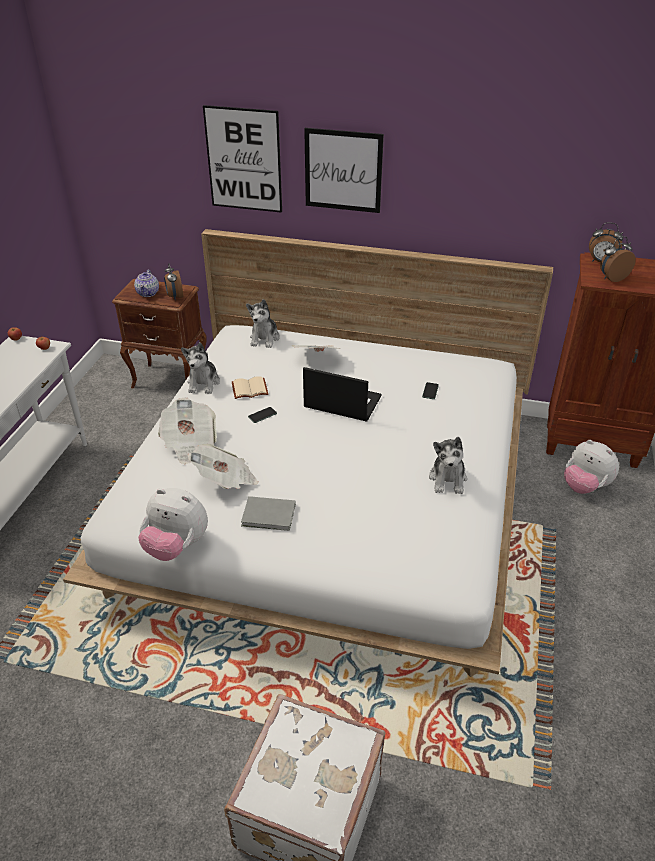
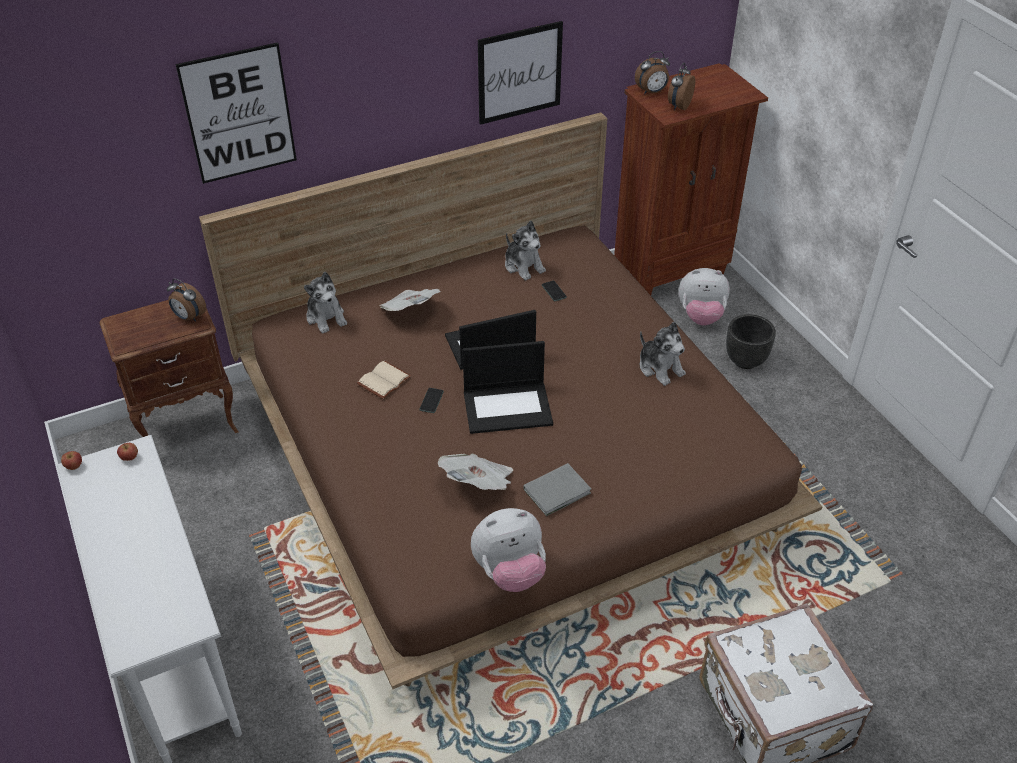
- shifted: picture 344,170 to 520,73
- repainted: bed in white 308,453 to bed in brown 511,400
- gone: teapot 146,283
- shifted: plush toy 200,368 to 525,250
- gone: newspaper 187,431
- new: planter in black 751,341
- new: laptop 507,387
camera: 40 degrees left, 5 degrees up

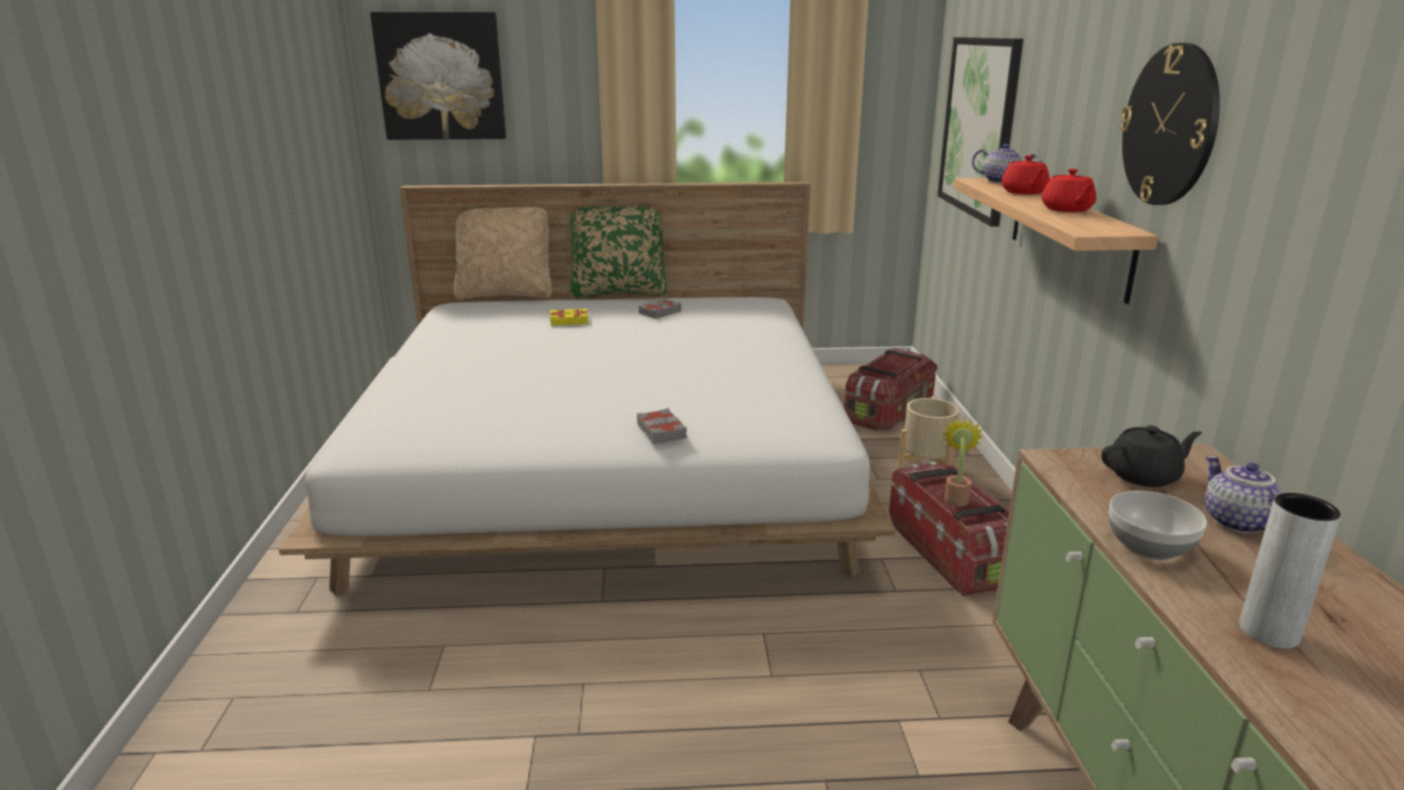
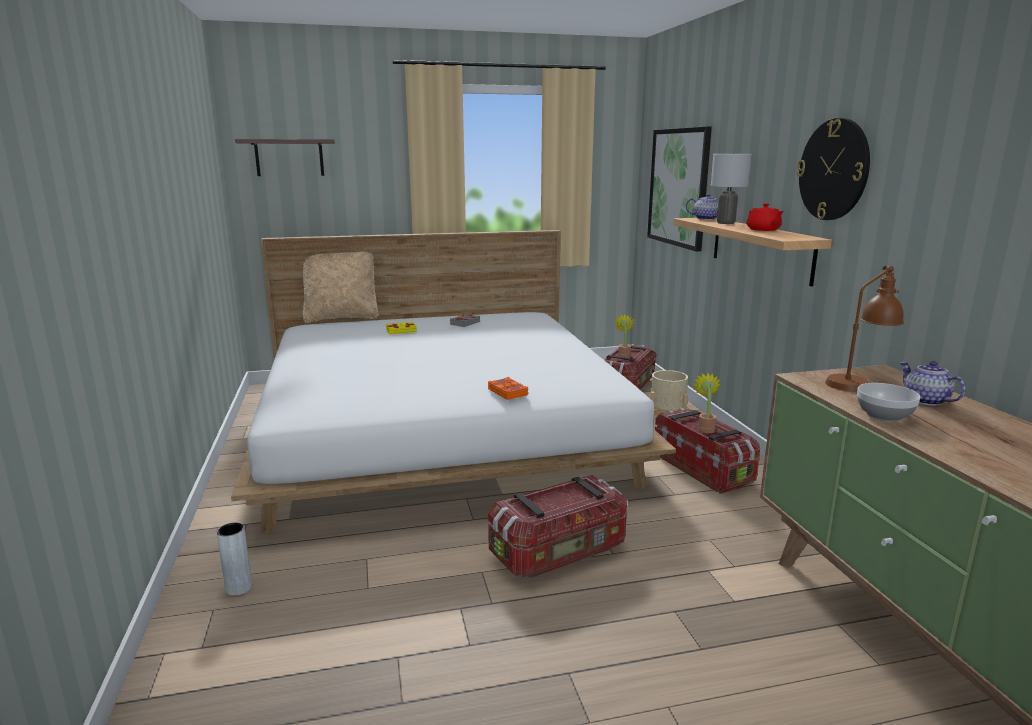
- swapped: picture 438,76 to shelf 285,157
- swapped: teapot in red 1025,174 to table lamp in white 731,188
- gone: pillow in green 618,252
- repainted: book in grey 662,426 to book in orange 508,388
- swapped: teapot in black 1151,456 to table lamp in brown 864,329
- shifted: vase in grey 1290,570 to 234,559
- new: potted plant 624,336
- new: storage box 557,527
camera: 10 degrees left, 5 degrees down

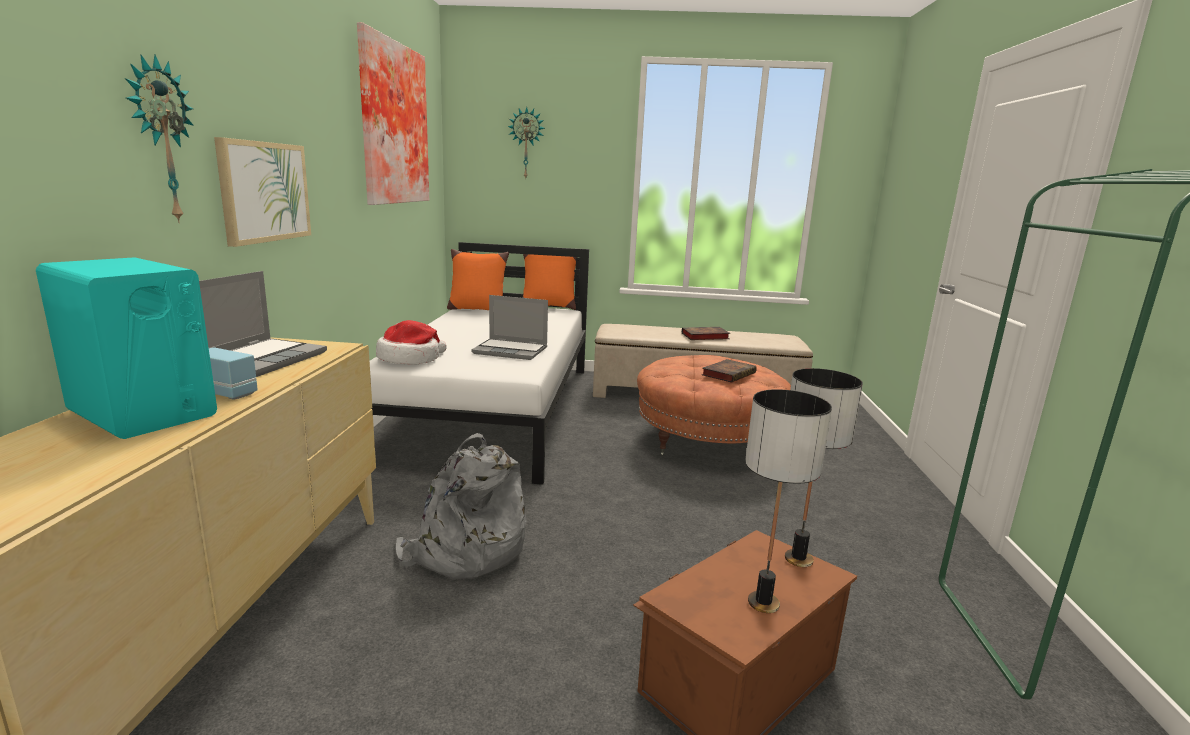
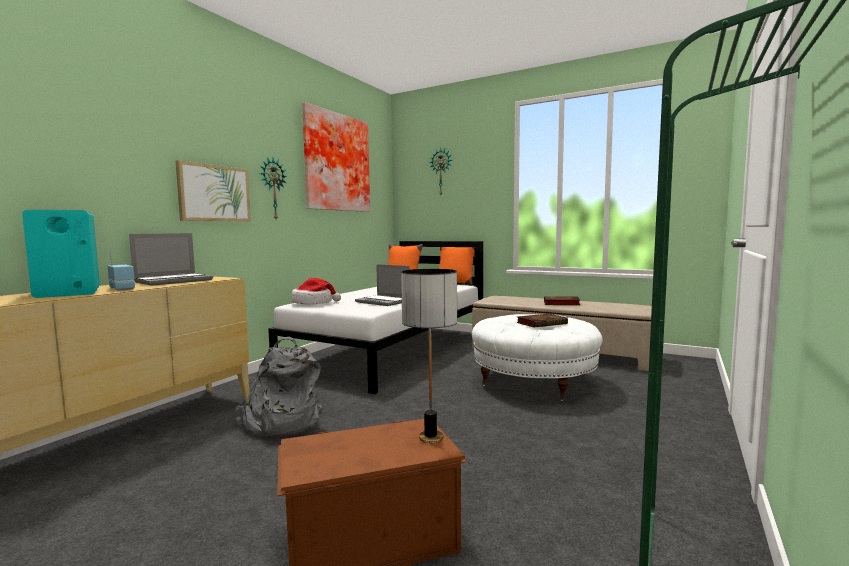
- shifted: wall clock 159,138 to 273,188
- repainted: ottoman in brown 714,405 to ottoman in white 537,358
- gone: table lamp 788,501
camera: 25 degrees right, 10 degrees down

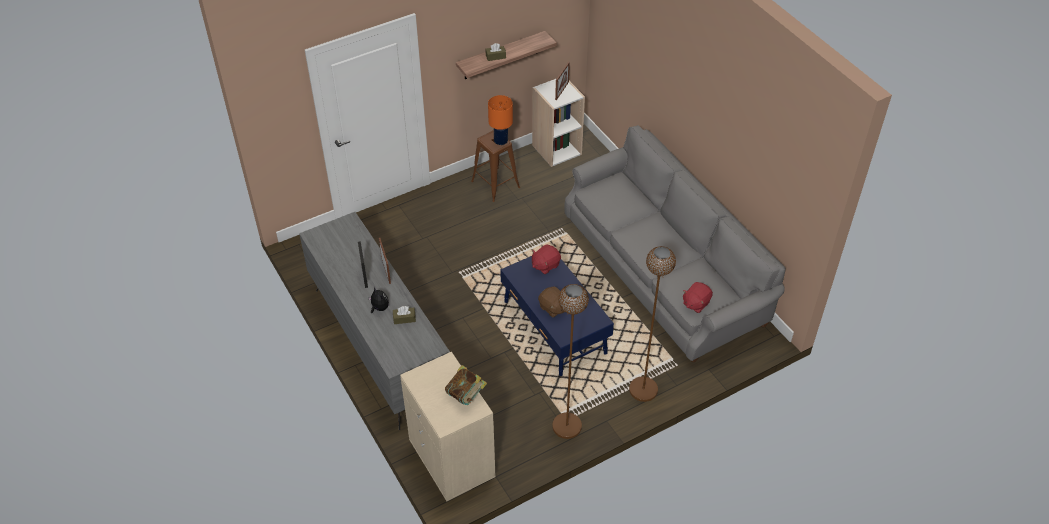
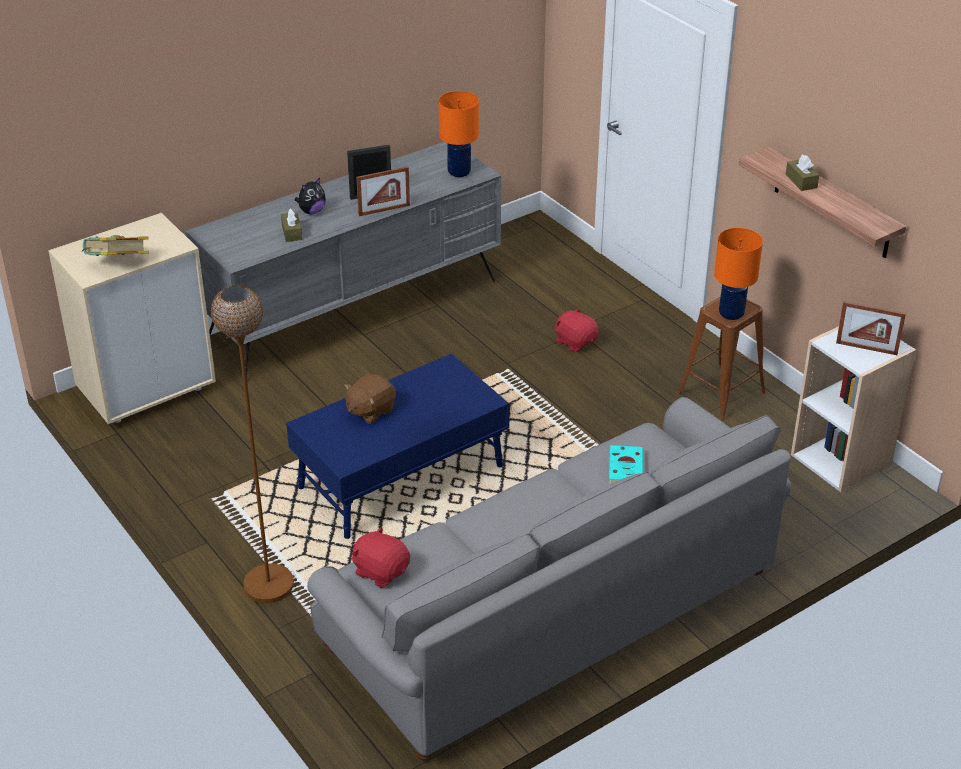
- shifted: plush toy in red 546,259 to 577,330
- gone: floor lamp in brown 570,361
- new: table lamp in orange 459,134
- new: book in turquoise 626,464
camera: 85 degrees right, 10 degrees down

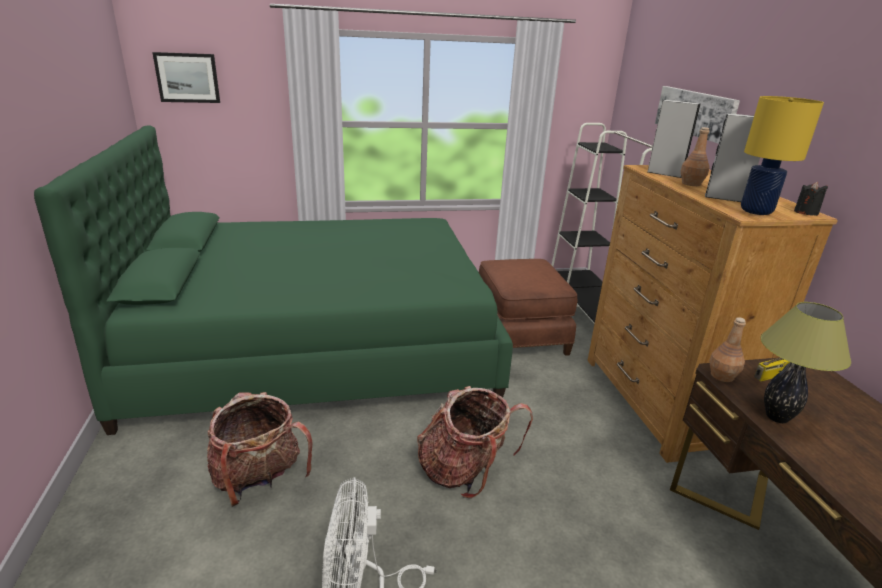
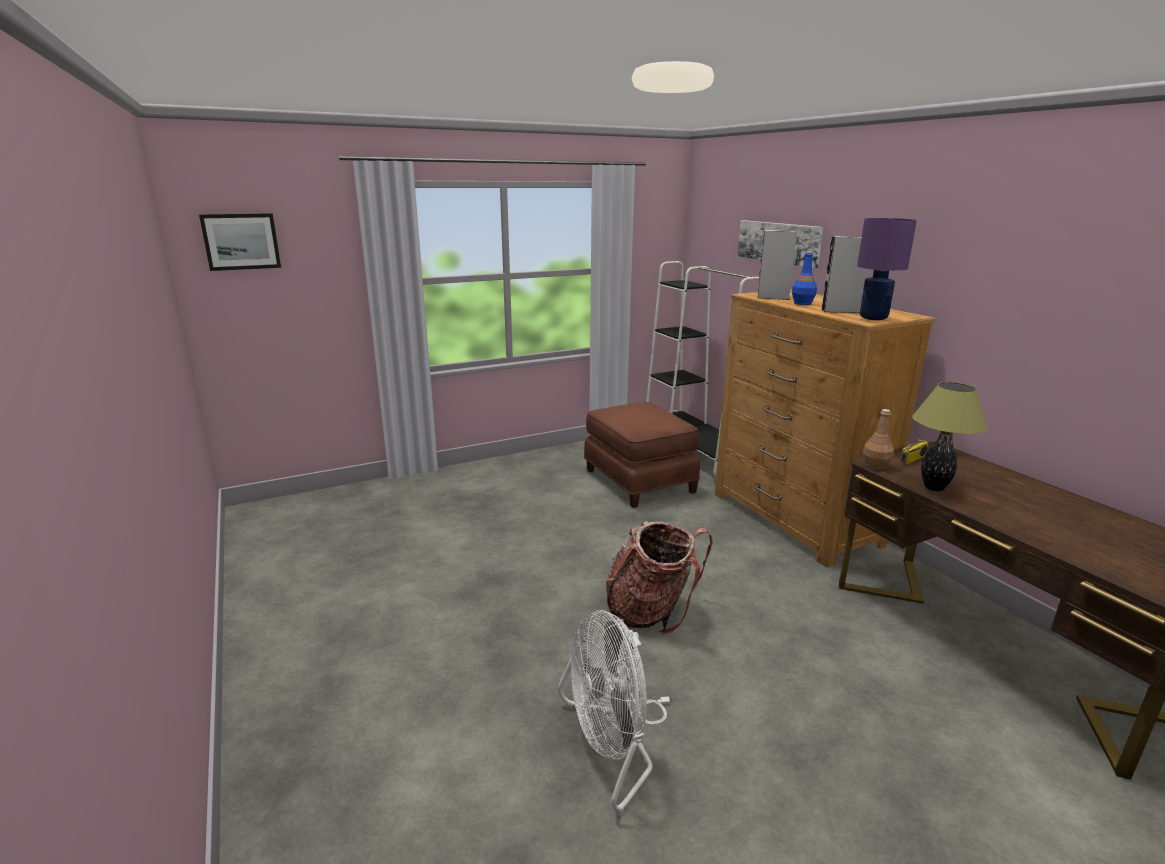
- repainted: table lamp in yellow 782,155 to table lamp in purple 887,269
- gone: bed in green 273,280
- repainted: bottle in brown 695,156 to bottle in blue 804,278
- gone: candle in black 811,199
- gone: backpack 259,449
camera: 15 degrees left, 5 degrees down

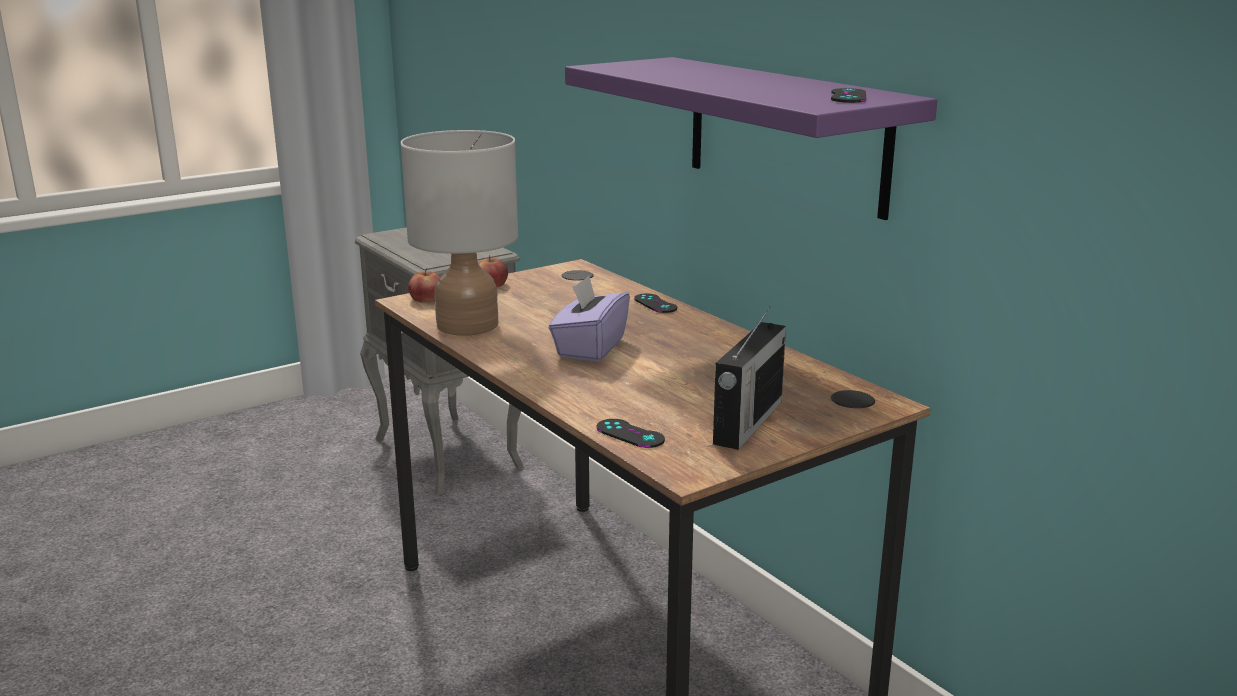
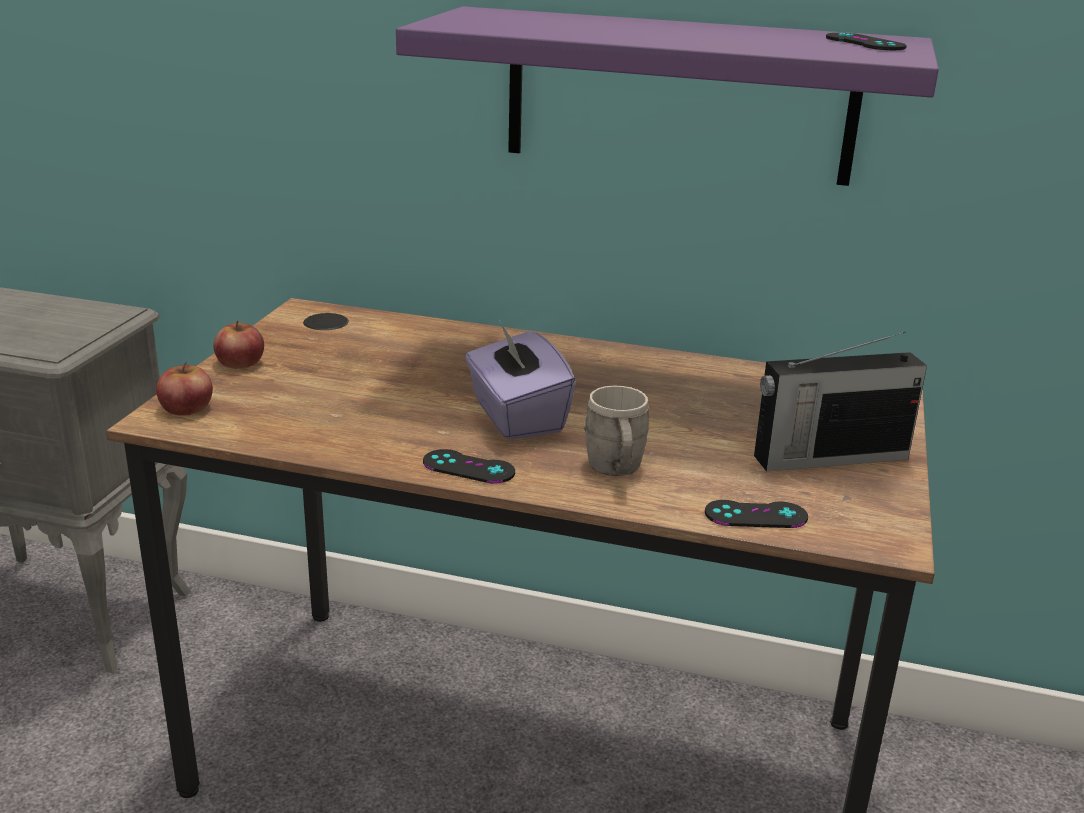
- gone: table lamp in grey 459,233
- shifted: game controller in black 655,303 to 469,466
- rotated: radio 749,378 = 840,402 90 degrees clockwise
- new: mug in grey 616,430
camera: 40 degrees left, 5 degrees up

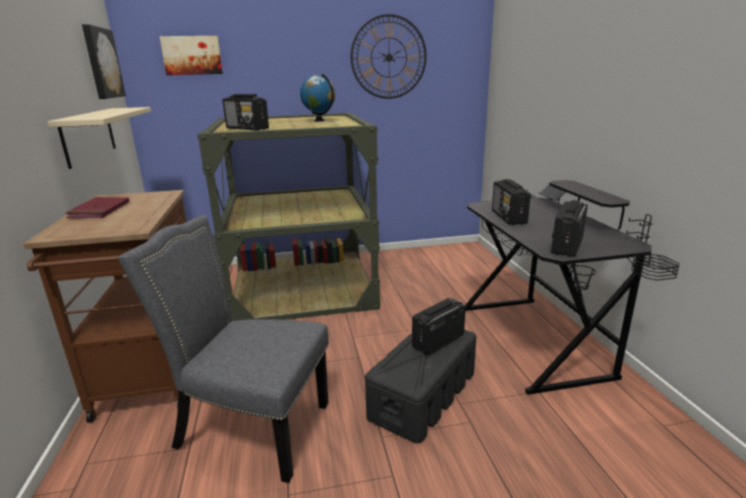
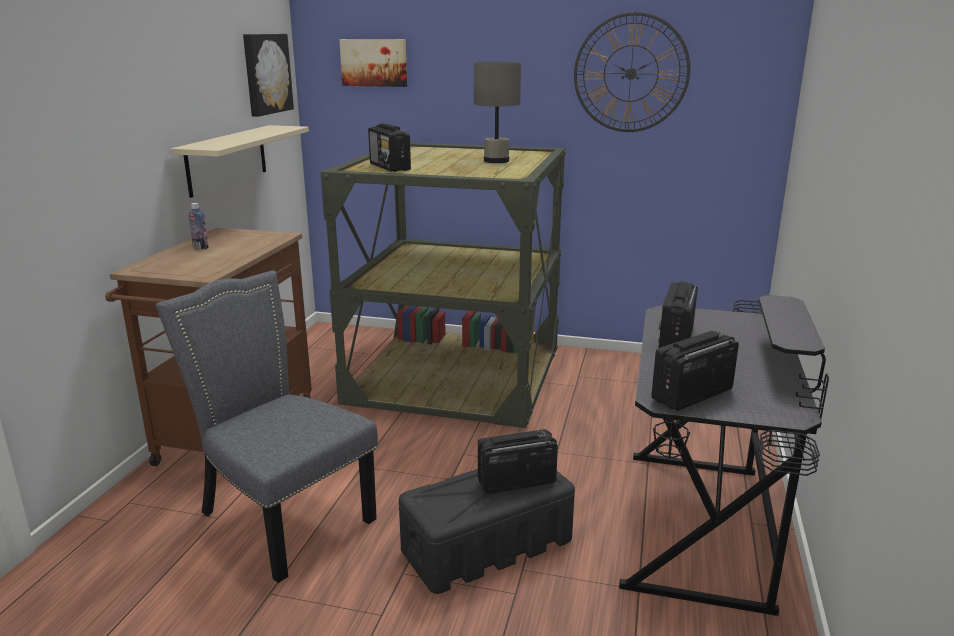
- swapped: globe 317,97 to table lamp in grey 497,112
- swapped: book in red 97,207 to bottle 198,226
camera: 25 degrees right, 0 degrees up

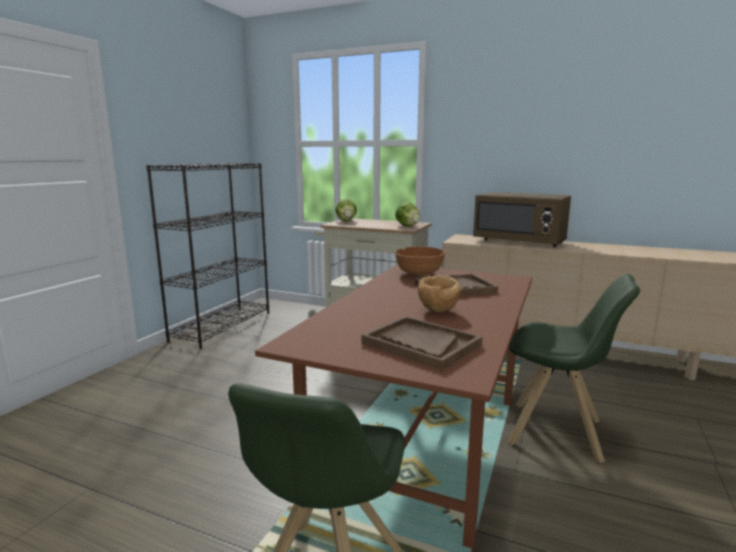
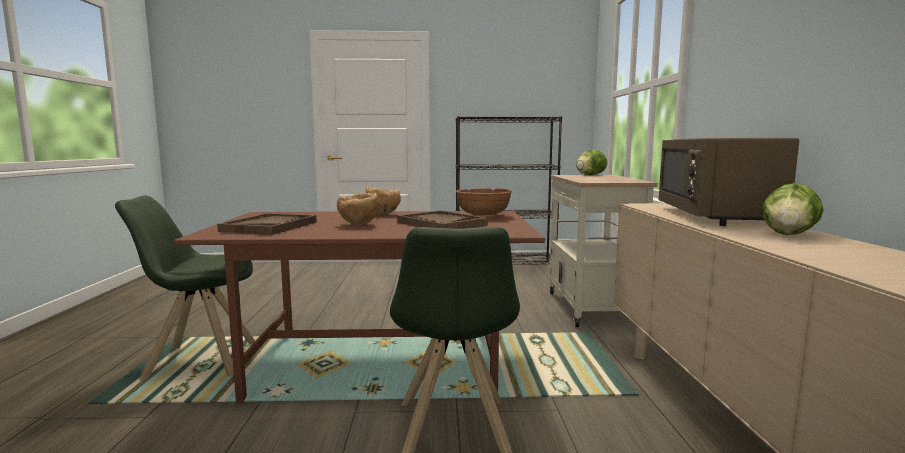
- shifted: lettuce 407,214 to 793,209
- new: bowl in brown 383,201
camera: 65 degrees right, 5 degrees down

